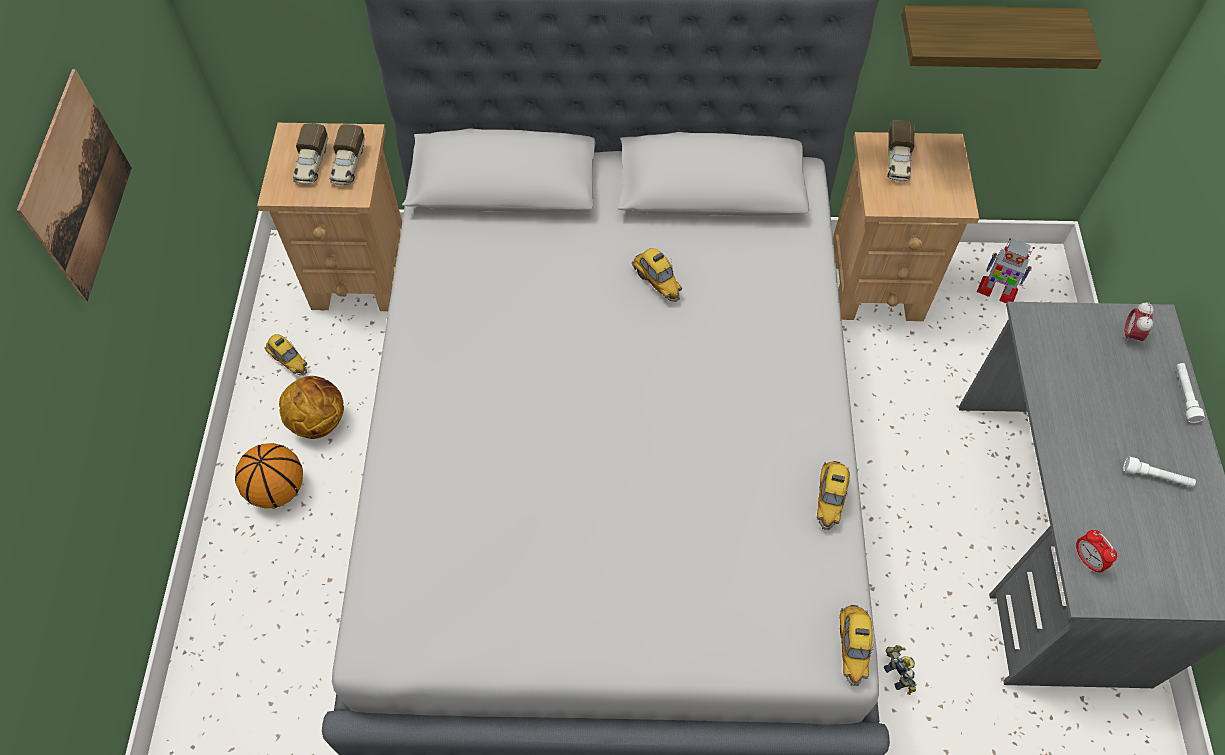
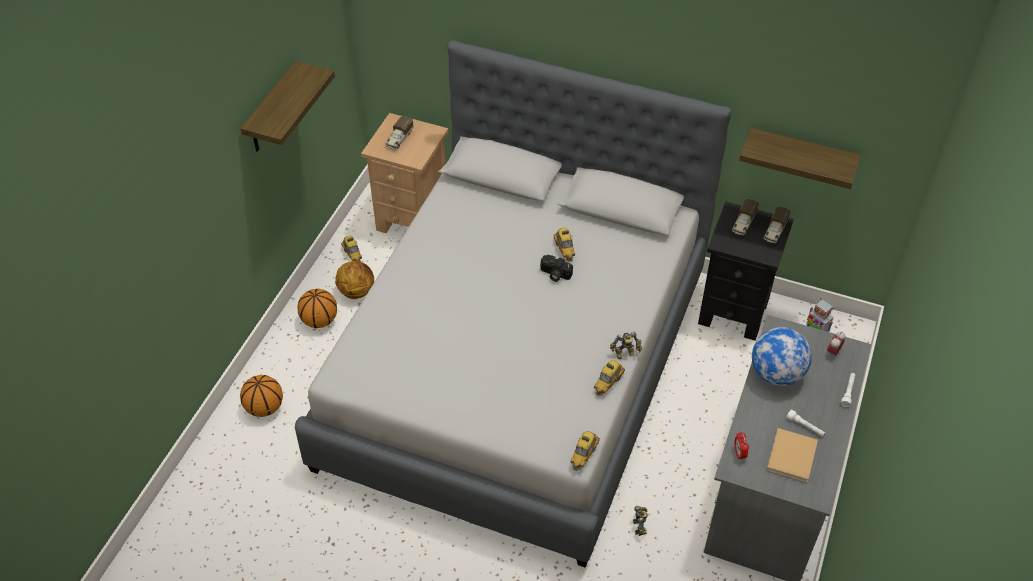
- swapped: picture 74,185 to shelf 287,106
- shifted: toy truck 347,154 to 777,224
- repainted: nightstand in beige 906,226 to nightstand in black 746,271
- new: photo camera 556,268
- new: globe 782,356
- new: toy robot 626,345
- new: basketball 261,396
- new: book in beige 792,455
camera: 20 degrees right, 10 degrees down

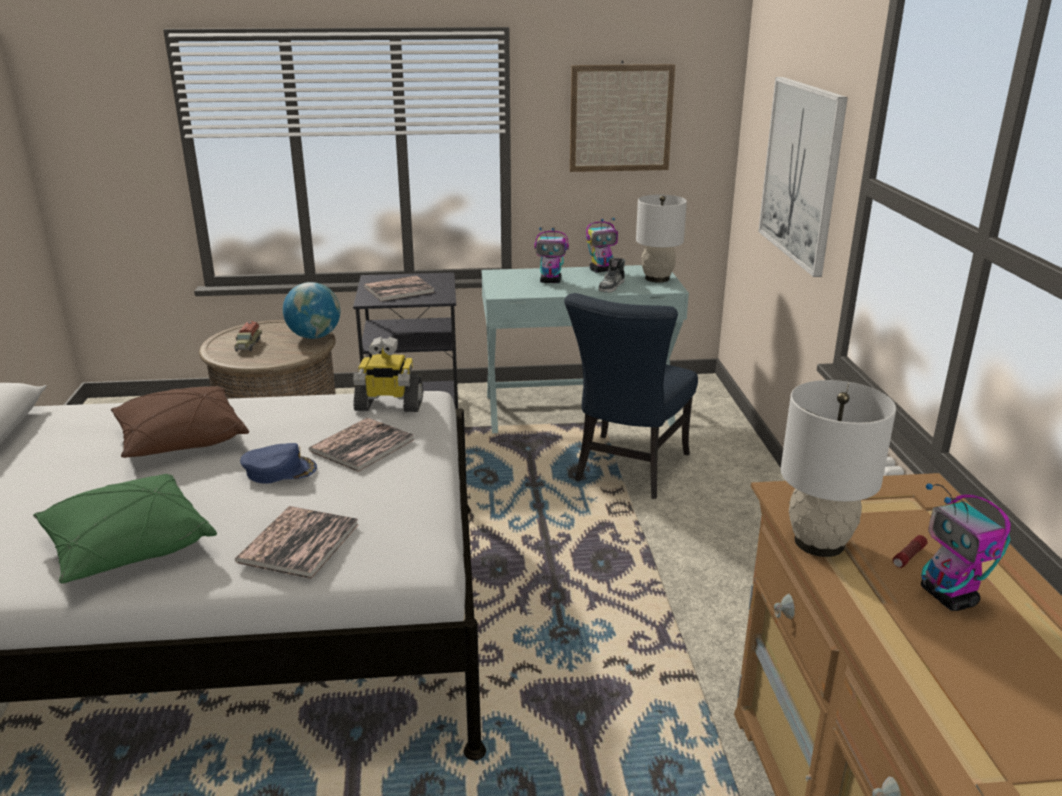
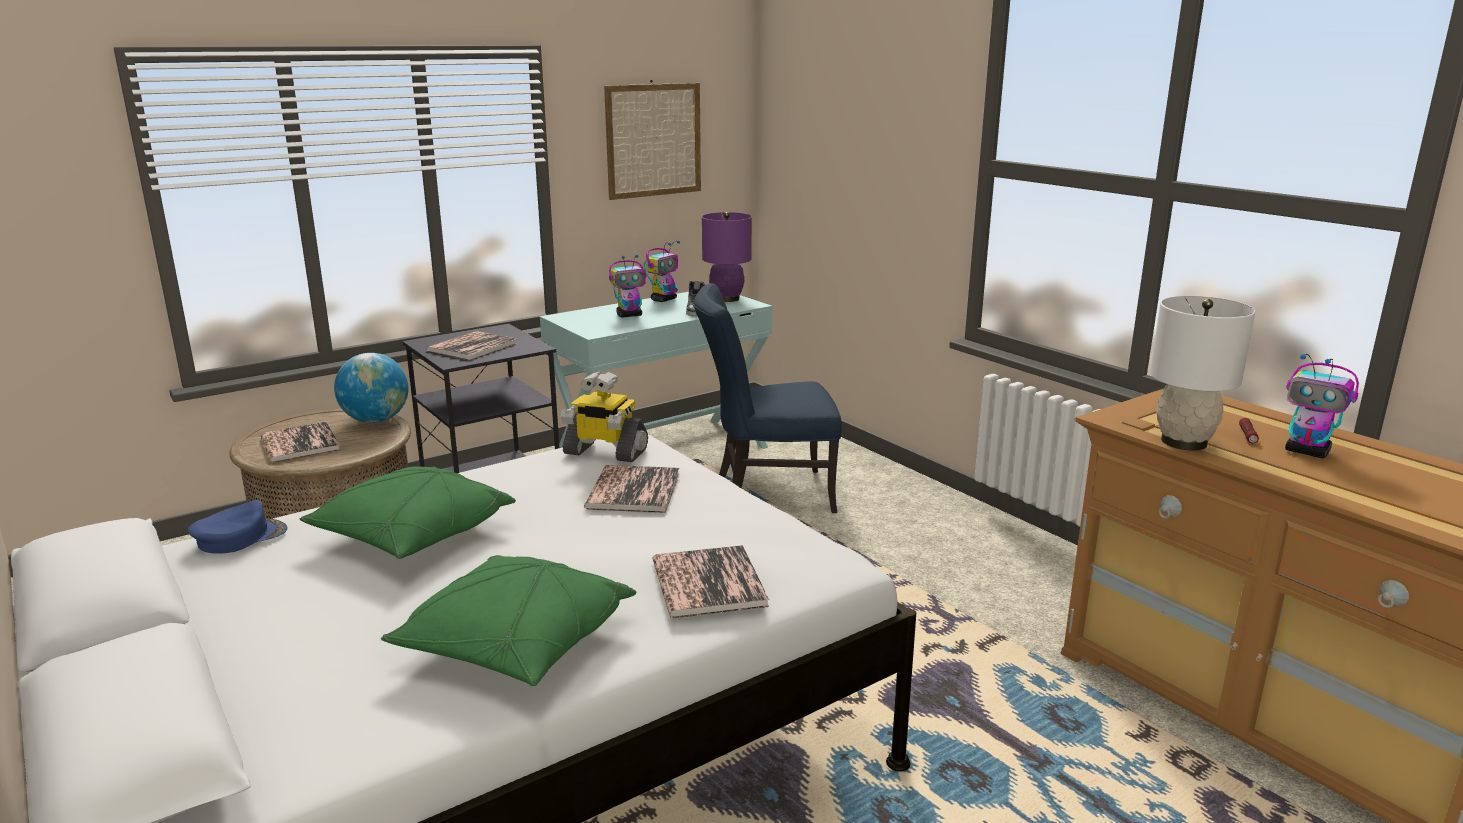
- gone: picture 803,177
- repainted: table lamp in white 661,238 to table lamp in purple 727,257
- rotated: chair in blue 631,396 = 767,398 90 degrees clockwise
- swapped: toy truck 248,336 to book 300,442
- rotated: toy robot 388,374 = 604,416 45 degrees clockwise
- repainted: pillow in brown 180,422 to pillow in green 408,512
- shifted: cap in blue 278,463 to 238,527
camera: 30 degrees left, 5 degrees down

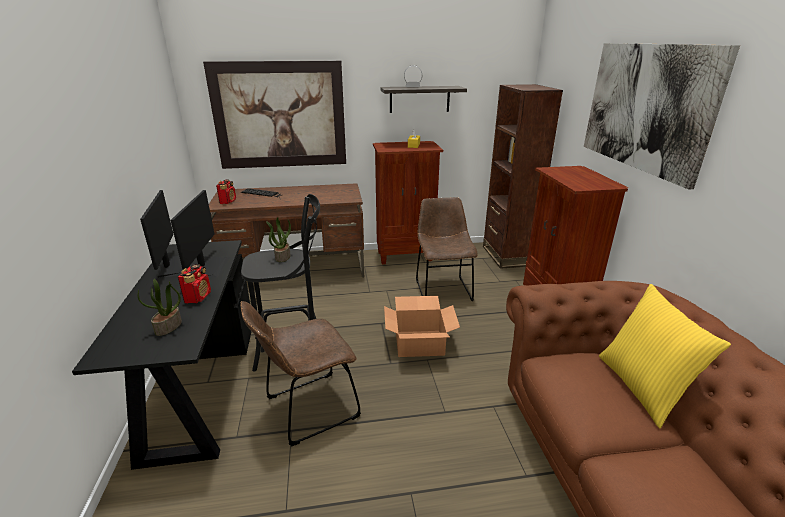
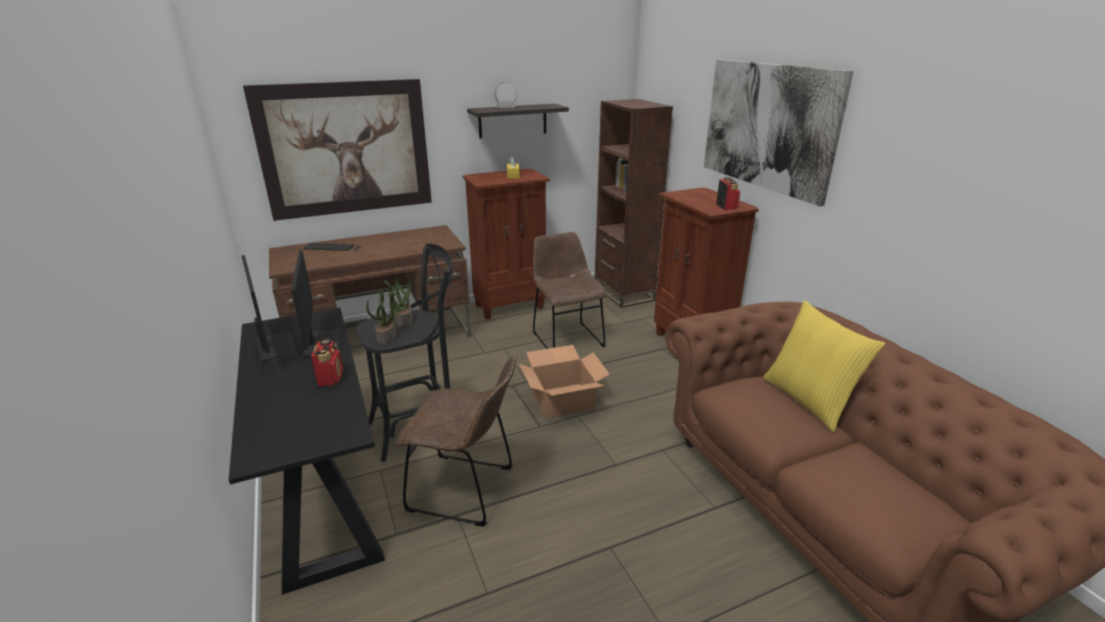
- shifted: radio 226,192 to 728,193
- shifted: potted plant 159,307 to 382,317
- rotated: chair in brown 300,374 = 456,441 120 degrees counterclockwise
camera: 15 degrees left, 0 degrees up

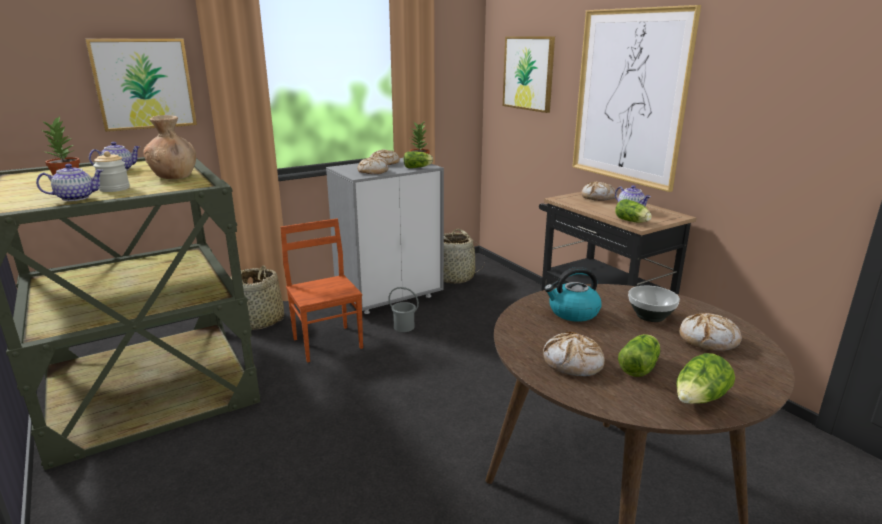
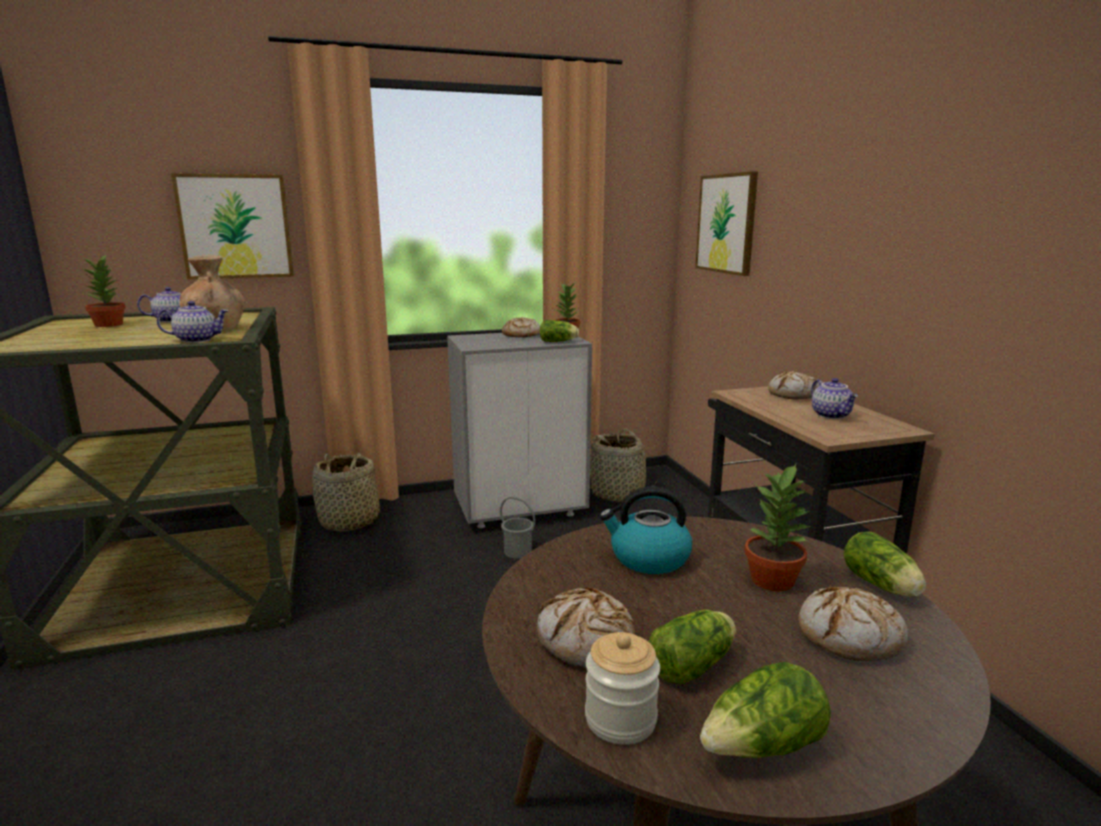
- gone: picture 636,98
- shifted: jar 111,171 to 622,688
- gone: bread 373,165
- shifted: teapot 70,182 to 193,322
- shifted: lettuce 633,211 to 885,564
- gone: chair in brown 322,290
- swapped: bowl 654,304 to potted plant 777,528
camera: 15 degrees right, 5 degrees down

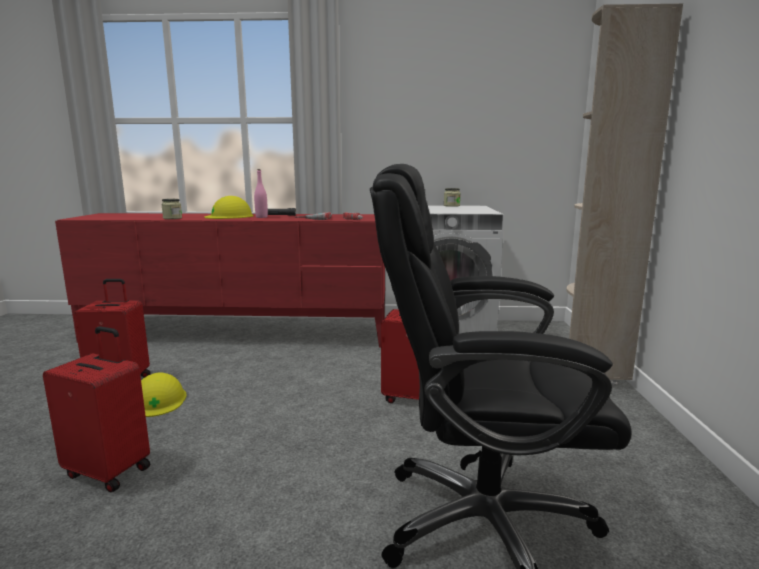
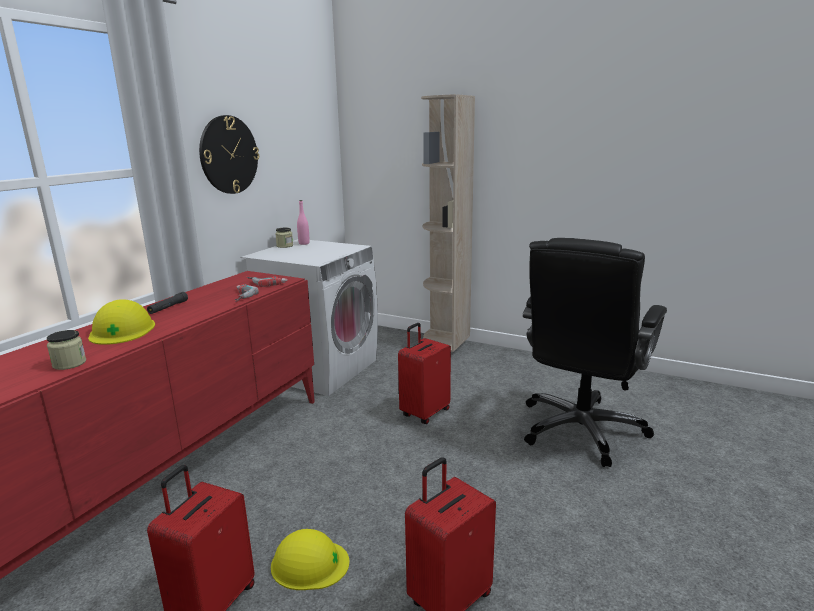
- shifted: bottle in pink 261,193 to 303,222
- new: wall clock 229,154
camera: 65 degrees left, 5 degrees up

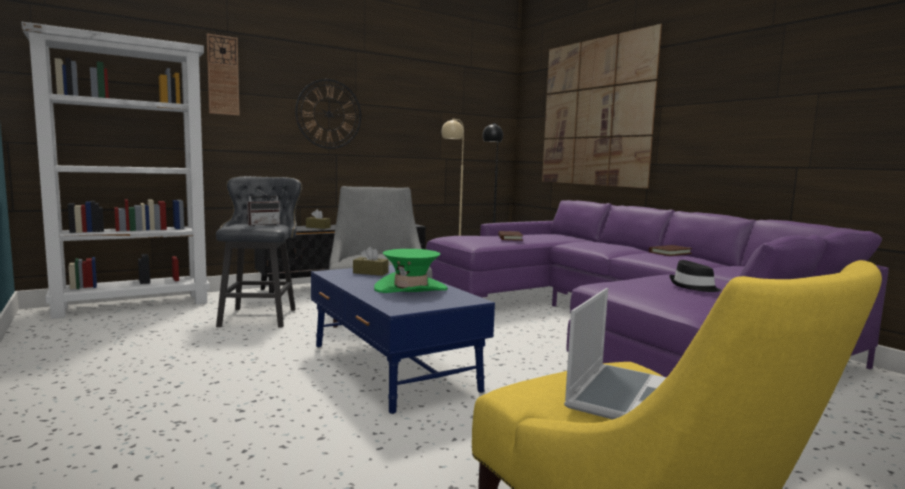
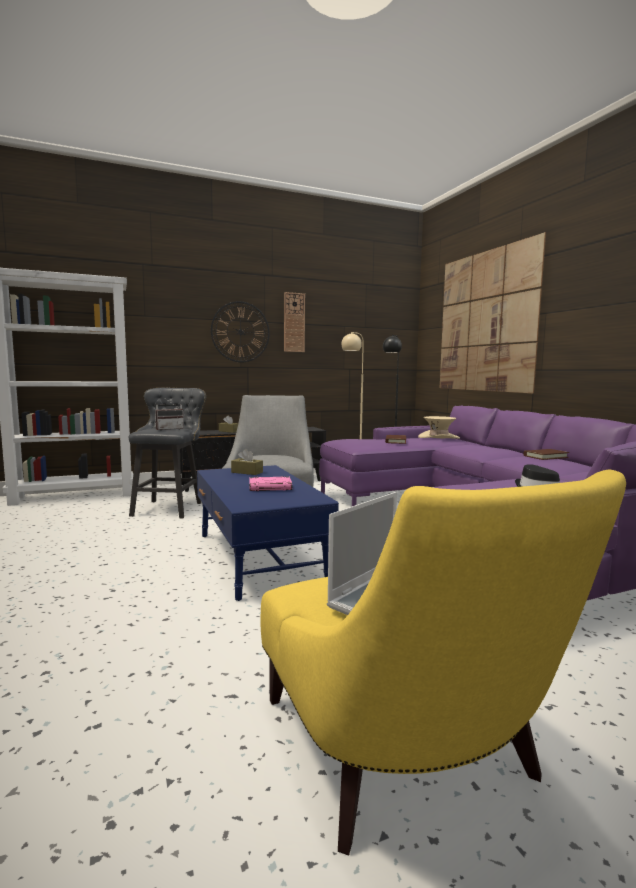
- shifted: wall clock 223,74 to 294,322
- swapped: hat in green 411,271 to book in pink 270,483
- new: hat in beige 439,427
camera: 10 degrees right, 0 degrees up

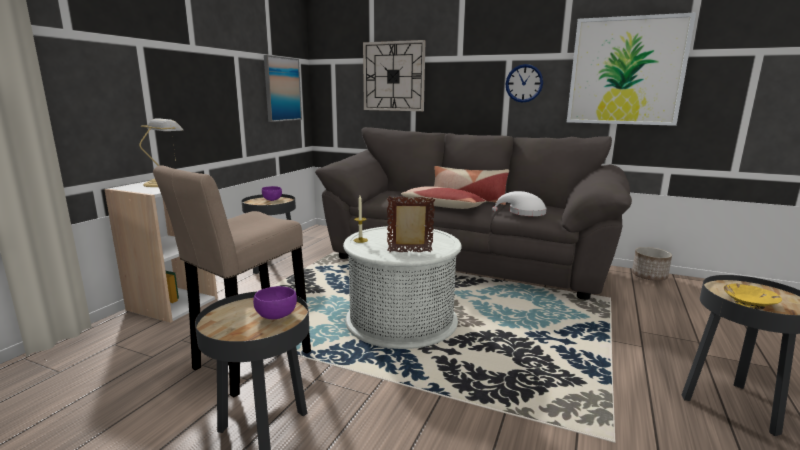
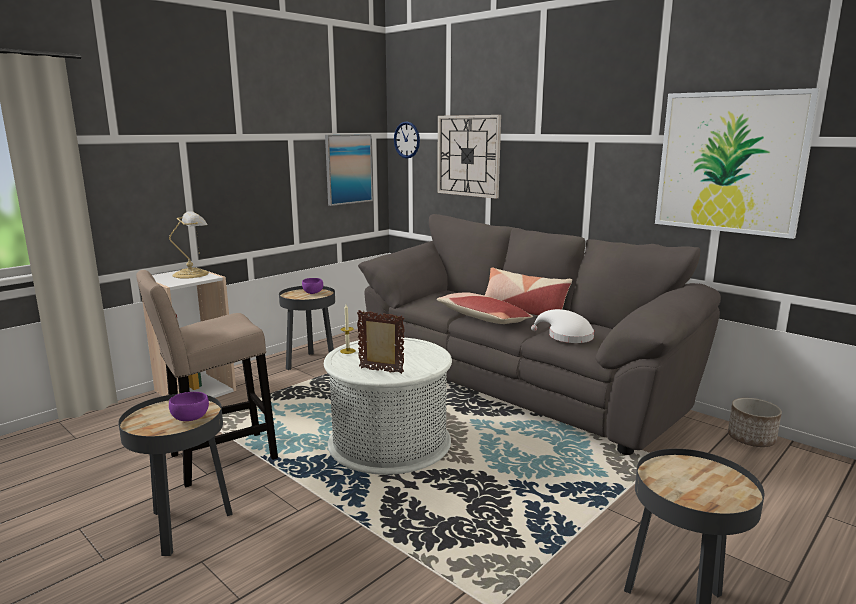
- shifted: wall clock 524,83 to 407,140
- gone: bowl in yellow 753,296
camera: 20 degrees right, 0 degrees up

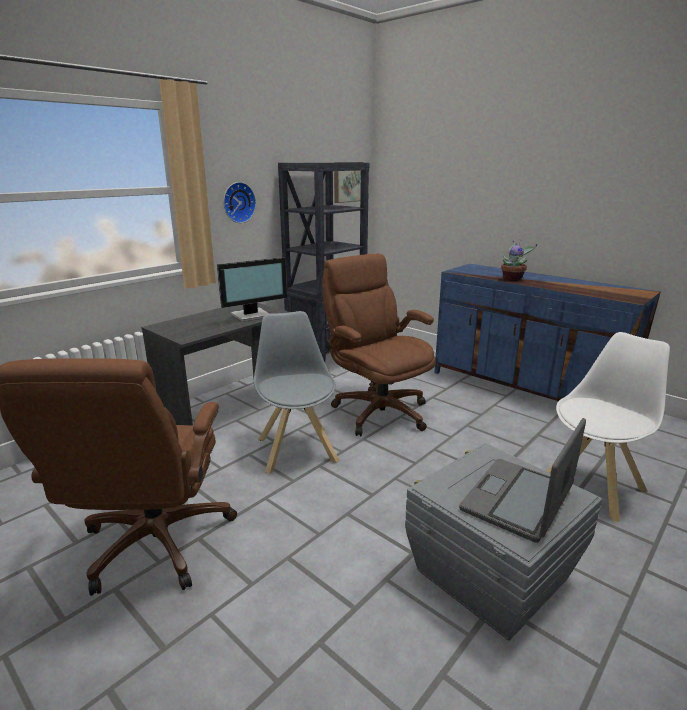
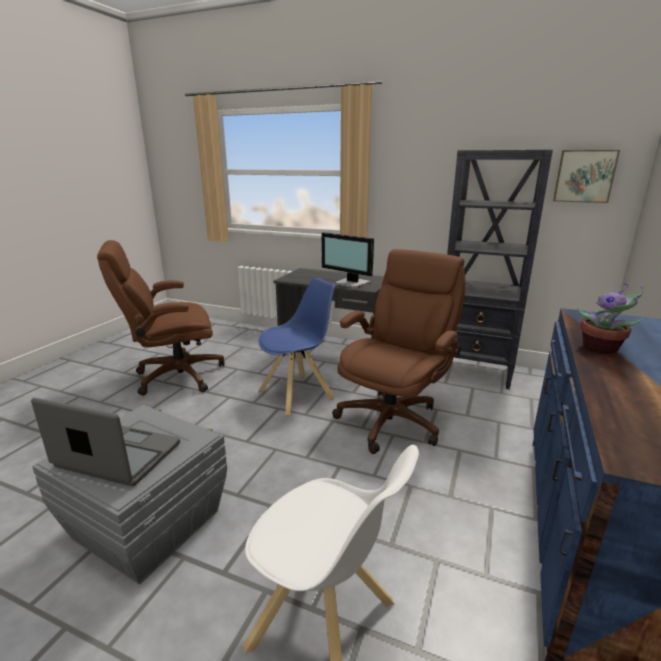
- gone: wall clock 239,202
- repainted: chair in grey 296,392 to chair in blue 296,347
camera: 70 degrees right, 0 degrees up

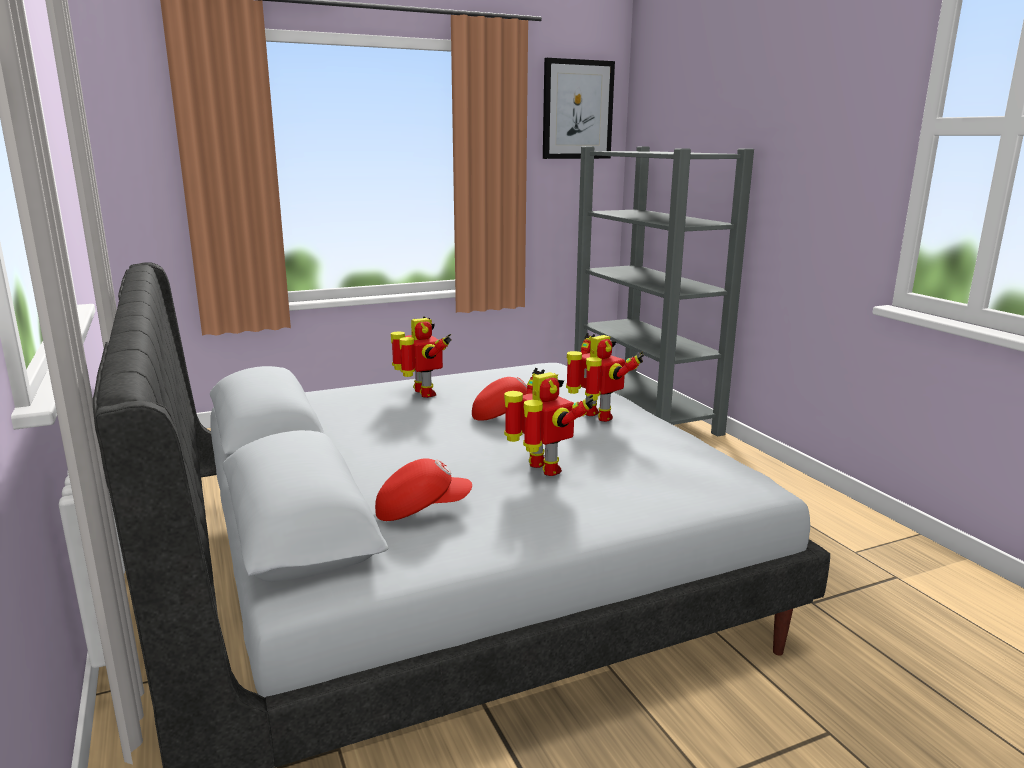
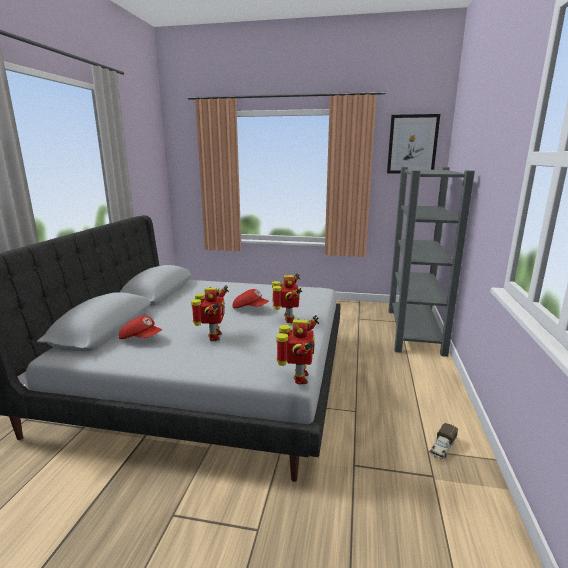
- shifted: toy robot 421,357 to 297,349
- new: toy truck 444,441
camera: 35 degrees right, 0 degrees up

